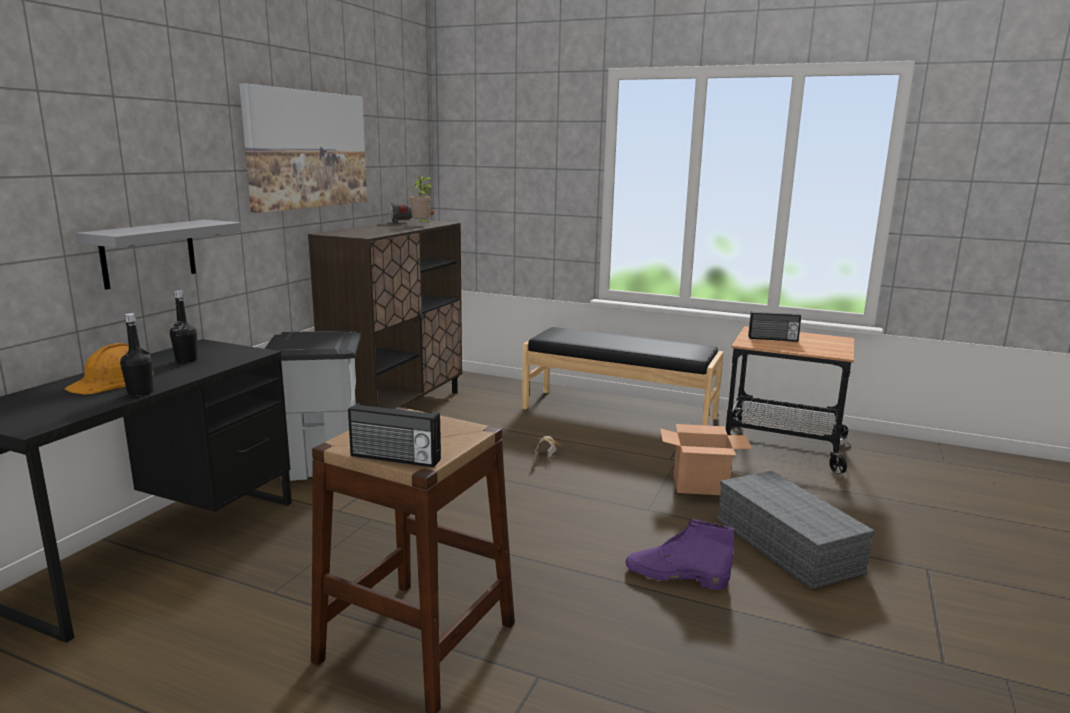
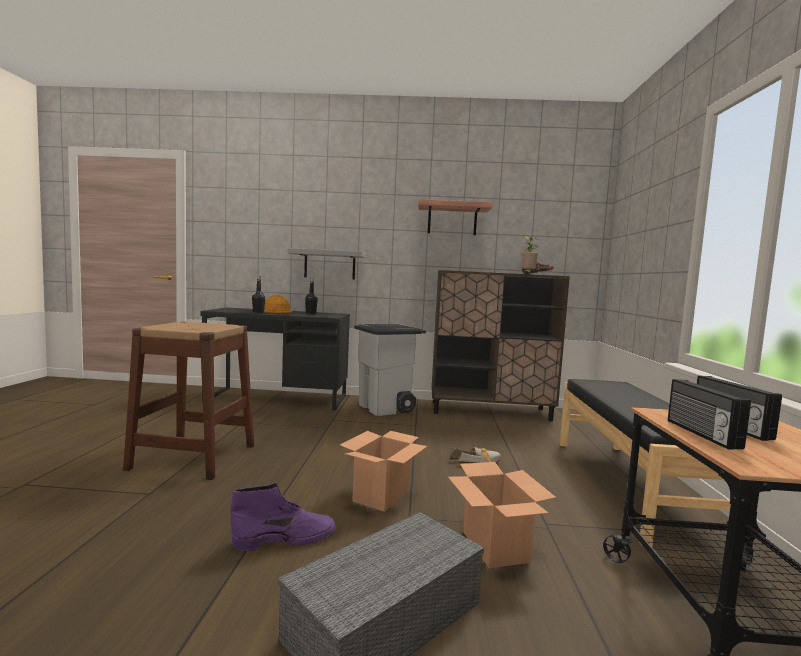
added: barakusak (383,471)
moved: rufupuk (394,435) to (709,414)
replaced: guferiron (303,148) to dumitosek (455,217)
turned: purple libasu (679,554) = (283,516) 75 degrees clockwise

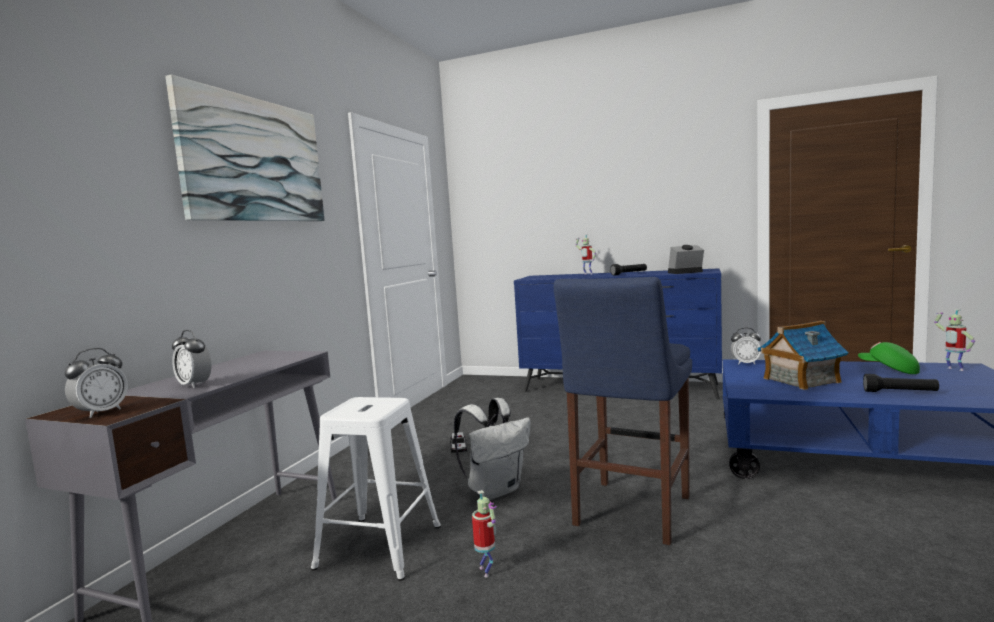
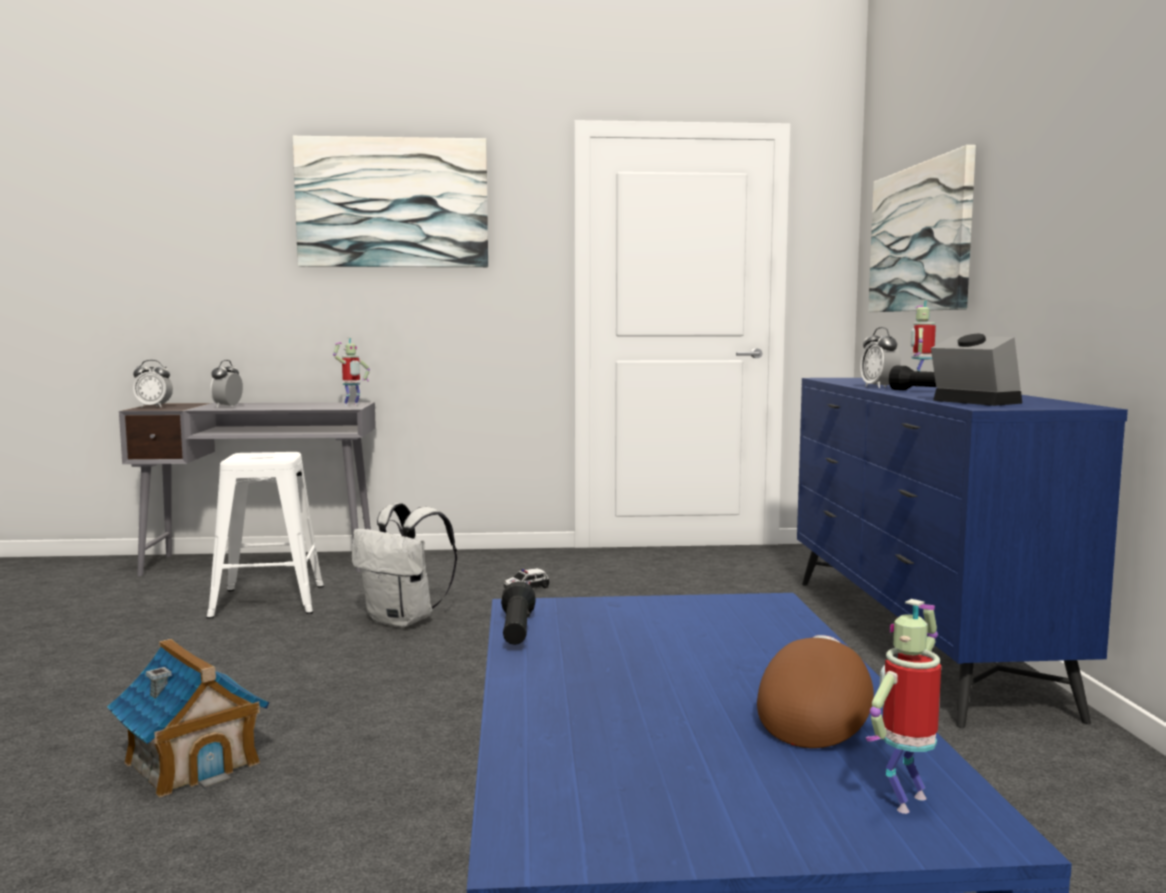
removed: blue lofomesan (623,411)
added: guferiron (922,228)
moved: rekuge (484,534) to (351,372); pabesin (746,346) to (880,357); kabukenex (803,355) to (188,718); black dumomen (901,383) to (518,613)
recoloured: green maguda (889,358) to brown maguda (815,691)

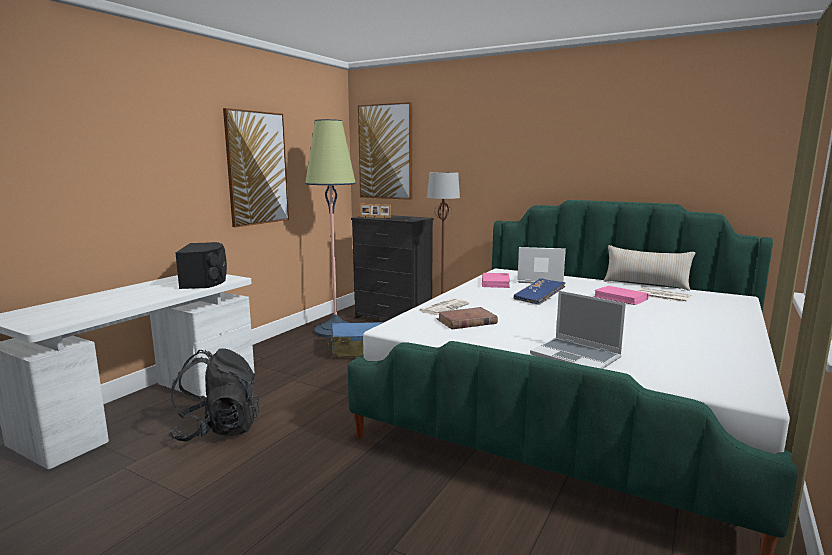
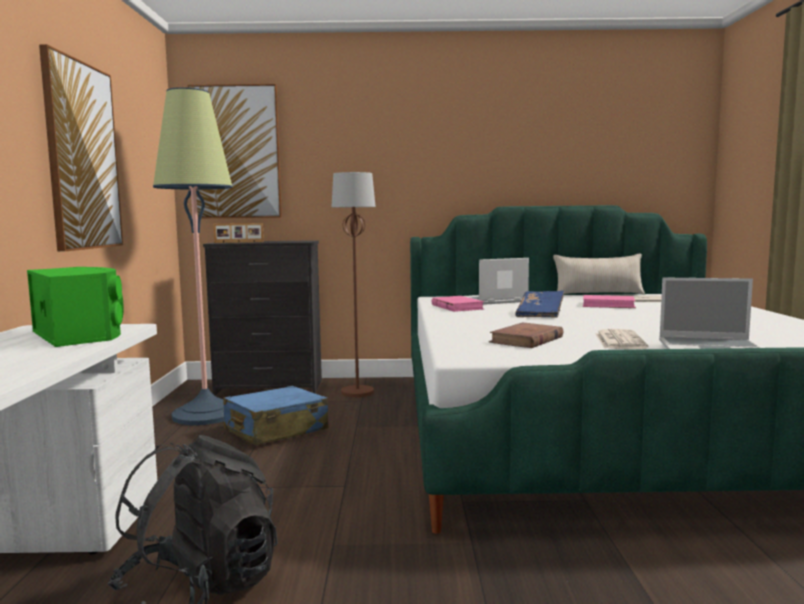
moved: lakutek (444,306) to (621,339)
recoloured: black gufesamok (201,265) to green gufesamok (75,307)

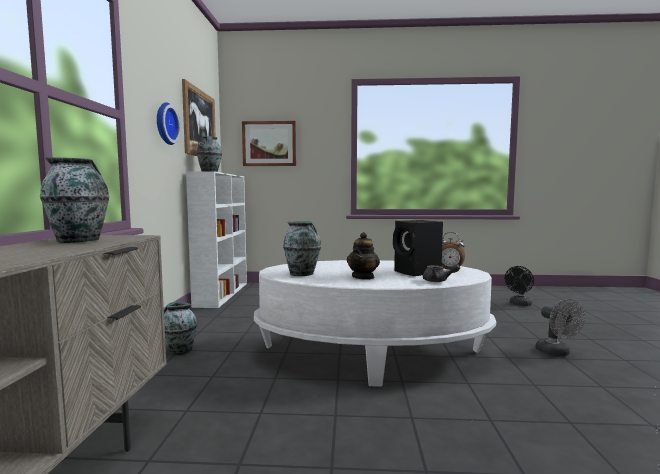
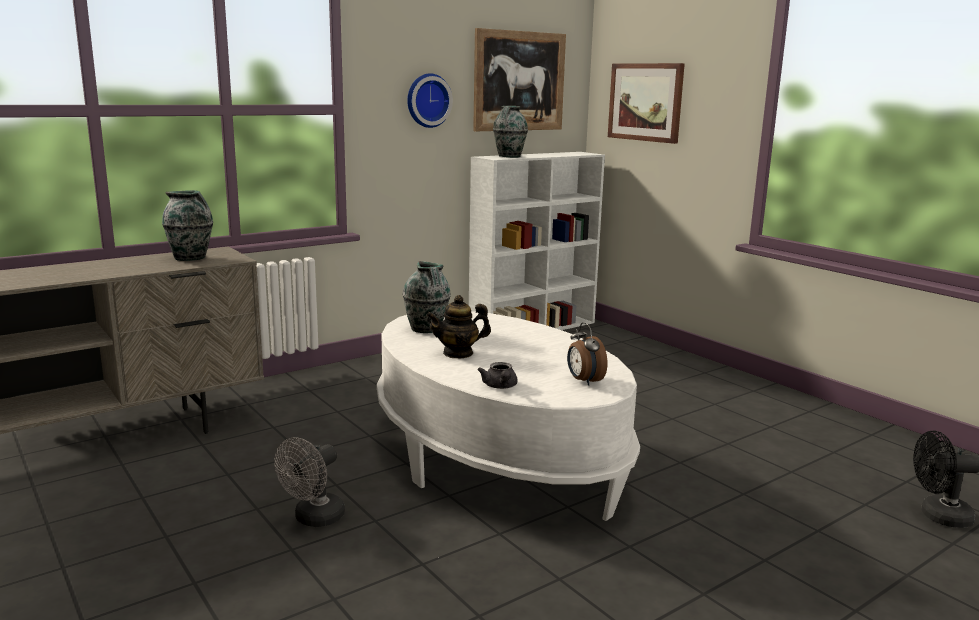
removed: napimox (180,328); black gufesamok (418,248)
moved: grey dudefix (560,327) to (309,482)

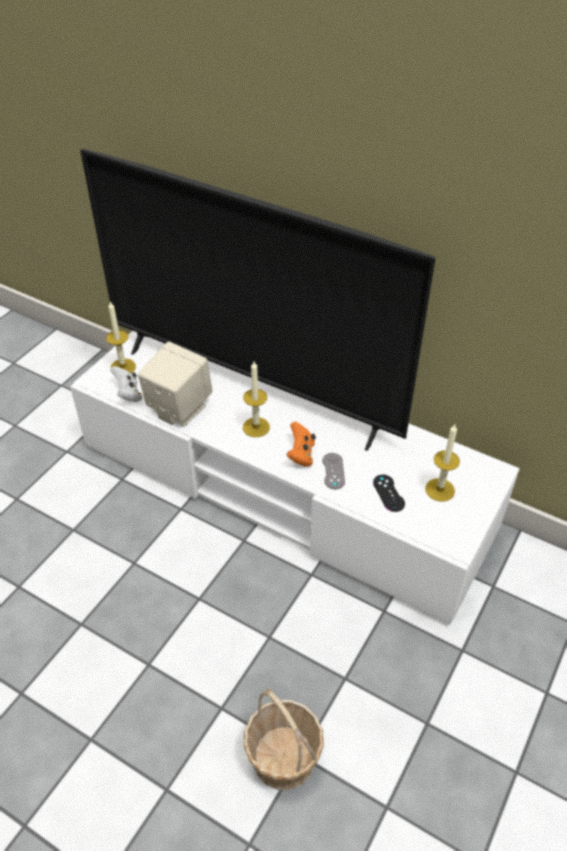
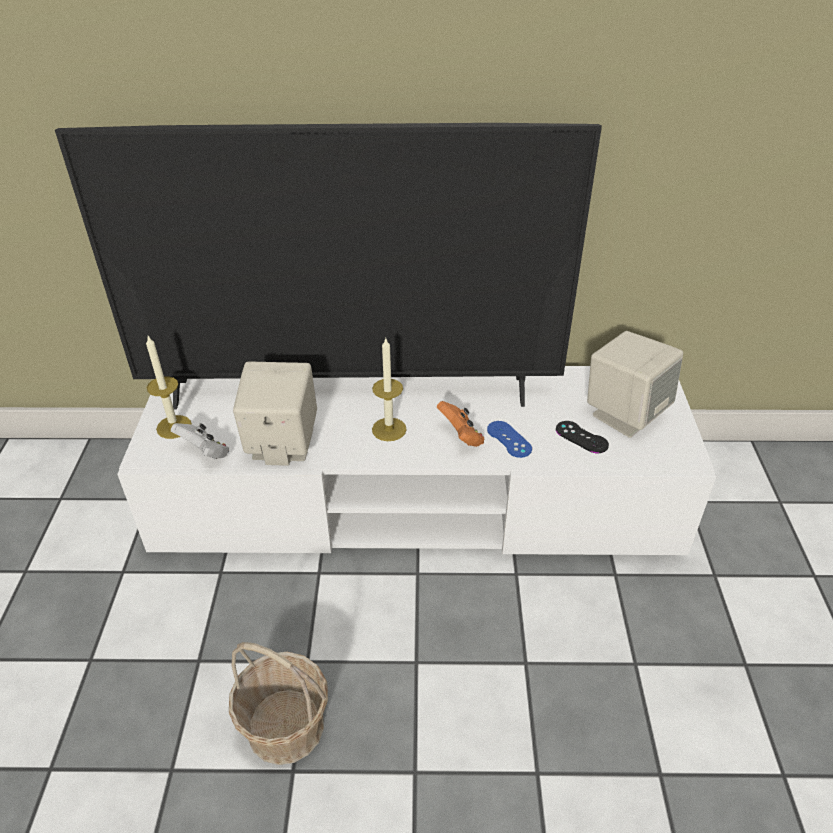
moved: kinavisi (284,739) to (278,703)
replaced: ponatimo (442,463) to beige gufesamok (635,384)
recoloured: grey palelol (333,471) to blue palelol (509,439)

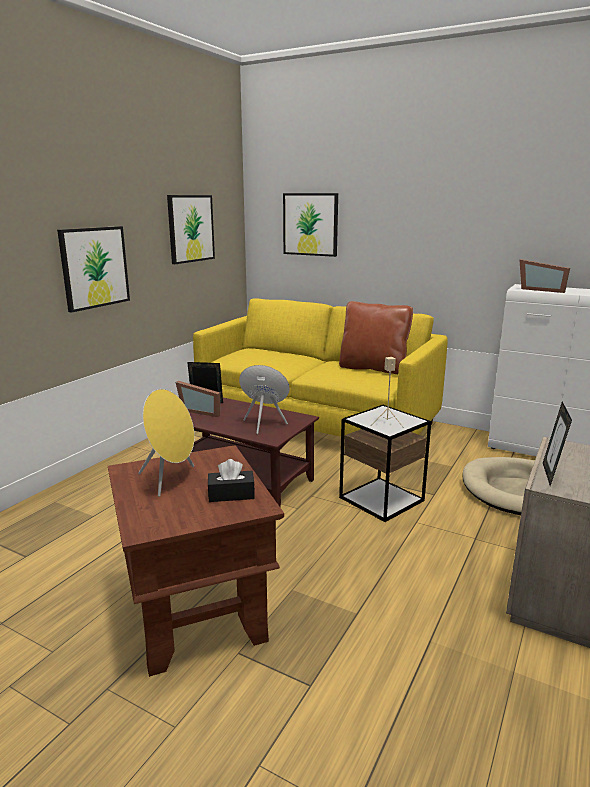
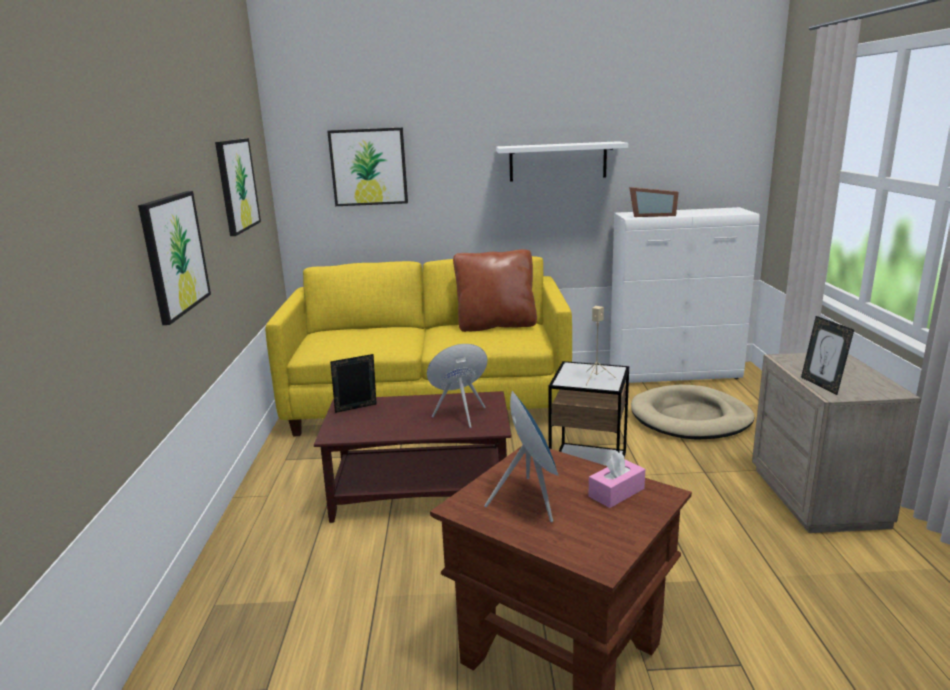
removed: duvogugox (197,399)
added: white dumitosek (562,161)
recoloured: yellow gufesamok (166,443) to blue gufesamok (521,456); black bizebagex (231,480) to pink bizebagex (617,479)

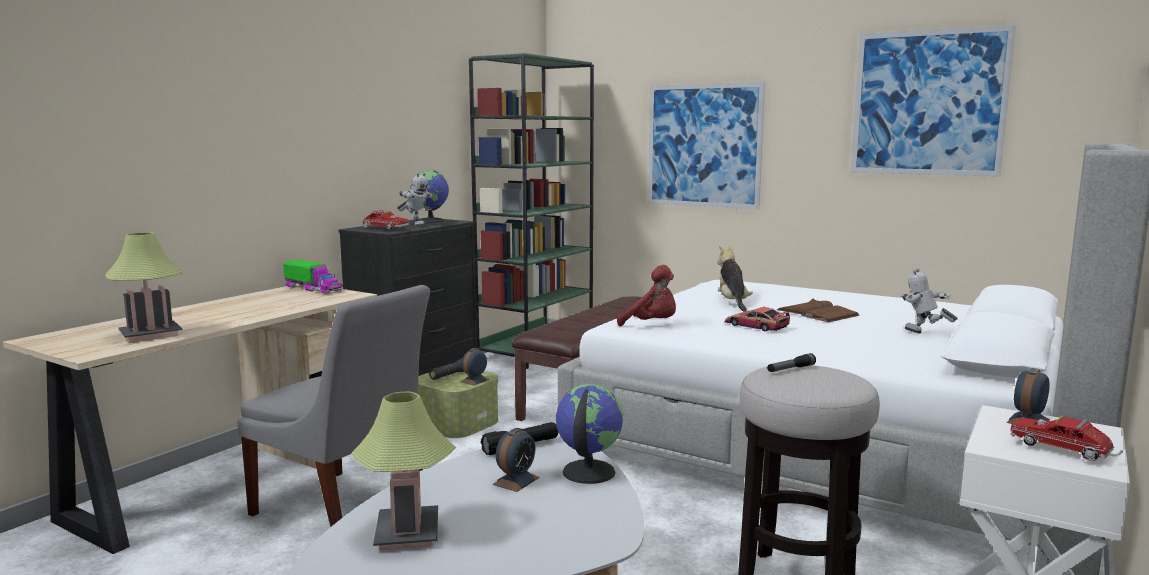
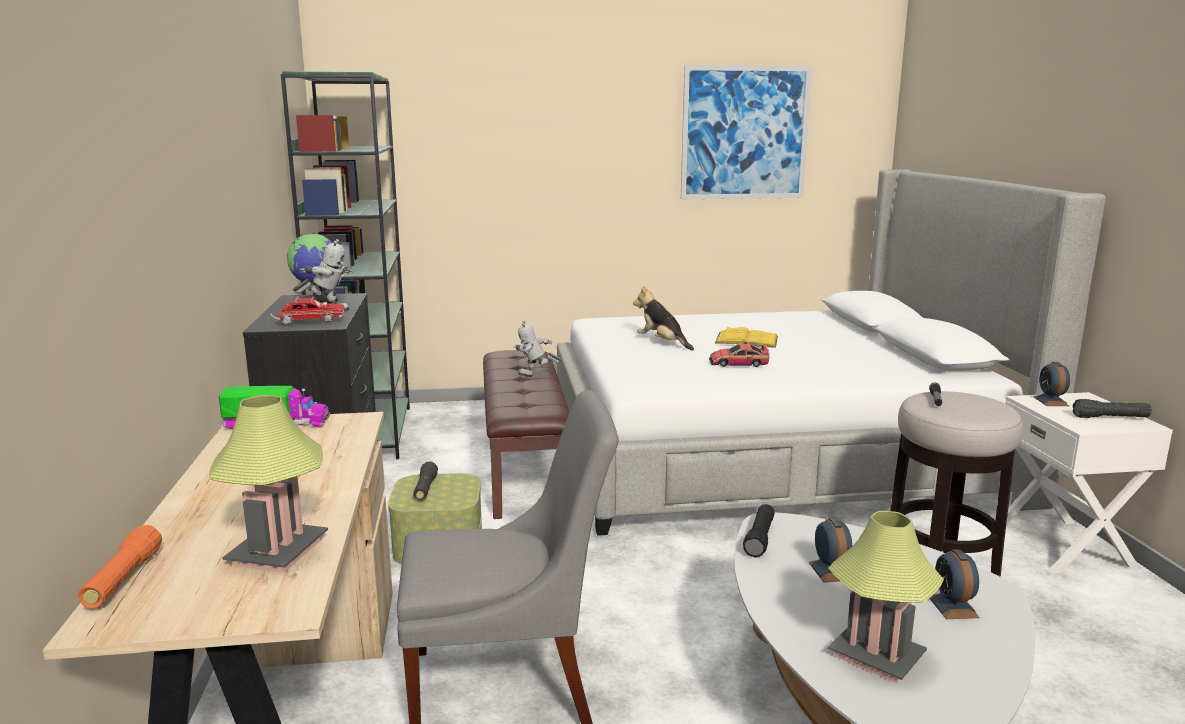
removed: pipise (589,434); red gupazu (646,295); guferiron (706,146)
added: orange dumomen (120,566)
moved: pabesin (475,367) to (954,584); rekuge (929,300) to (537,349)
replaced: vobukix (1066,438) to black dumomen (1112,408)
recoloured: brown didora (818,310) to yellow didora (746,337)

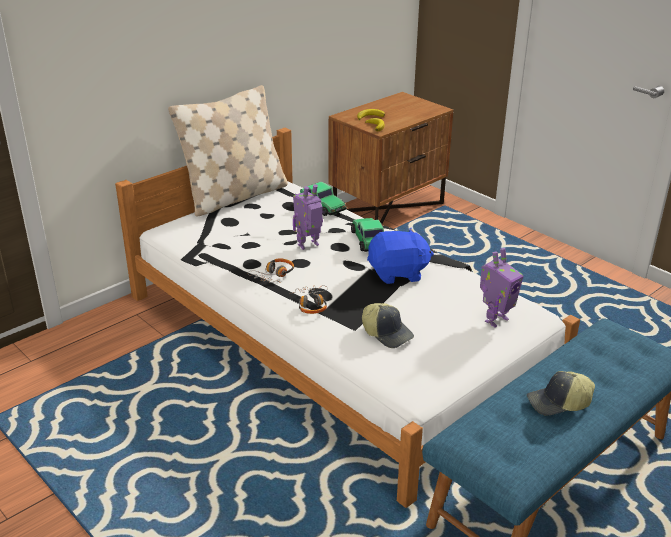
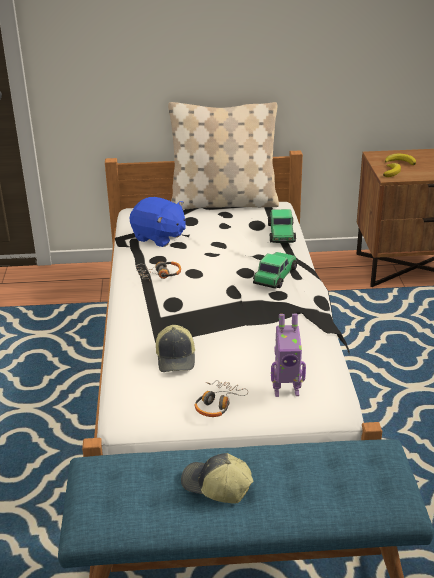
removed: rekuge (308,217)
moved: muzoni (308,299) to (221,398); blue gupazu (400,256) to (158,222)

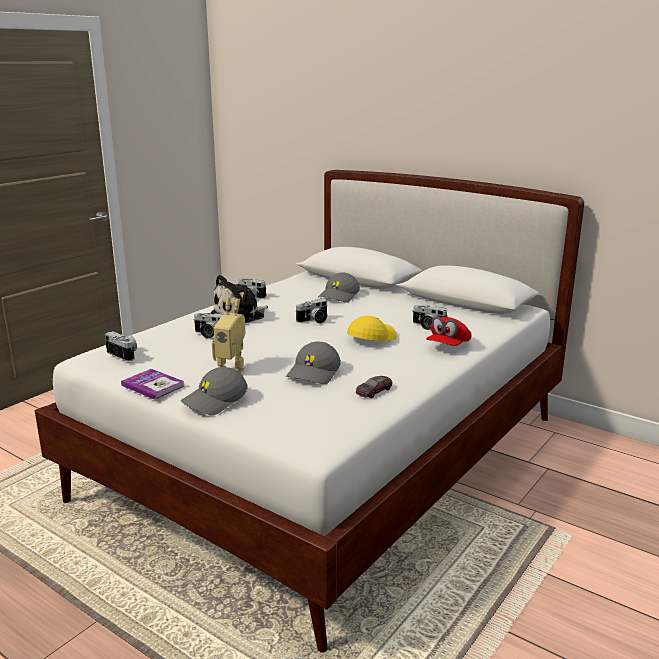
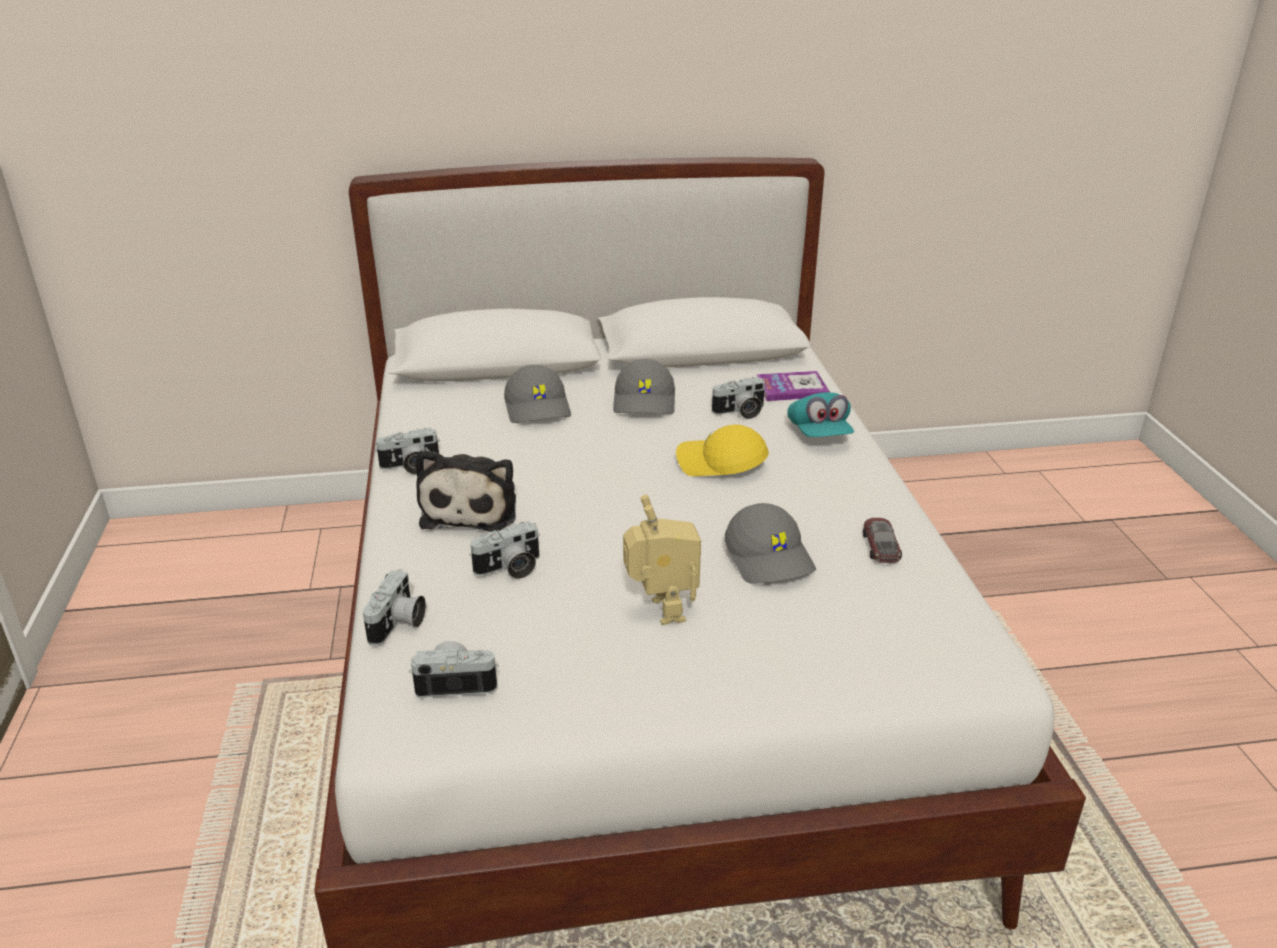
moved: didora (152,384) to (793,386); grey maguda (214,391) to (644,386); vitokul (311,311) to (394,607)
recoloured: red maguda (449,331) to turquoise maguda (820,414)
turned: rekuge (229,335) = (662,560) 75 degrees counterclockwise; yellow maguda (372,328) = (722,450) 60 degrees counterclockwise

